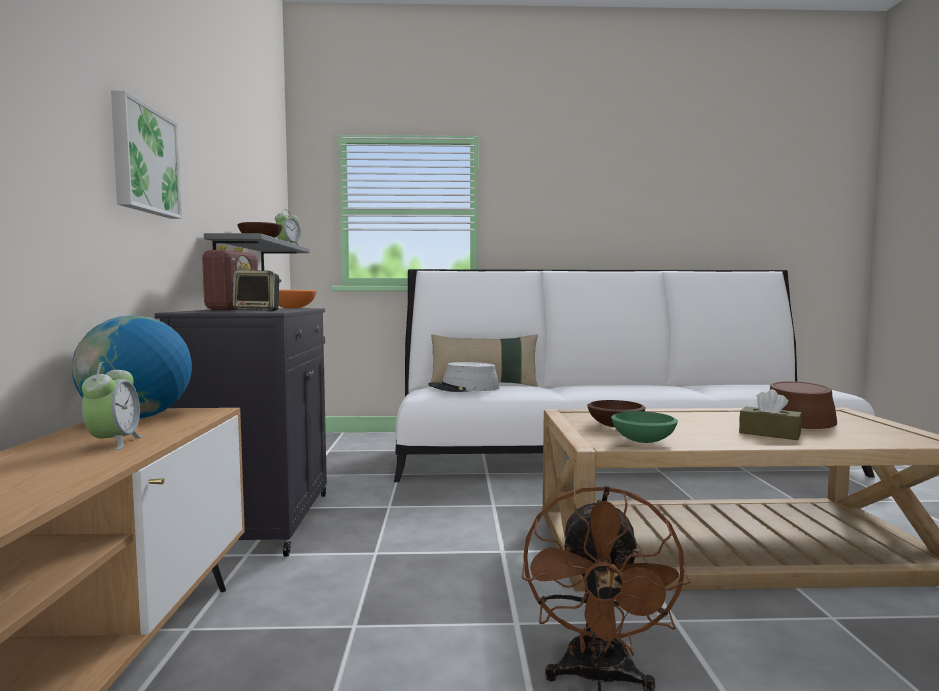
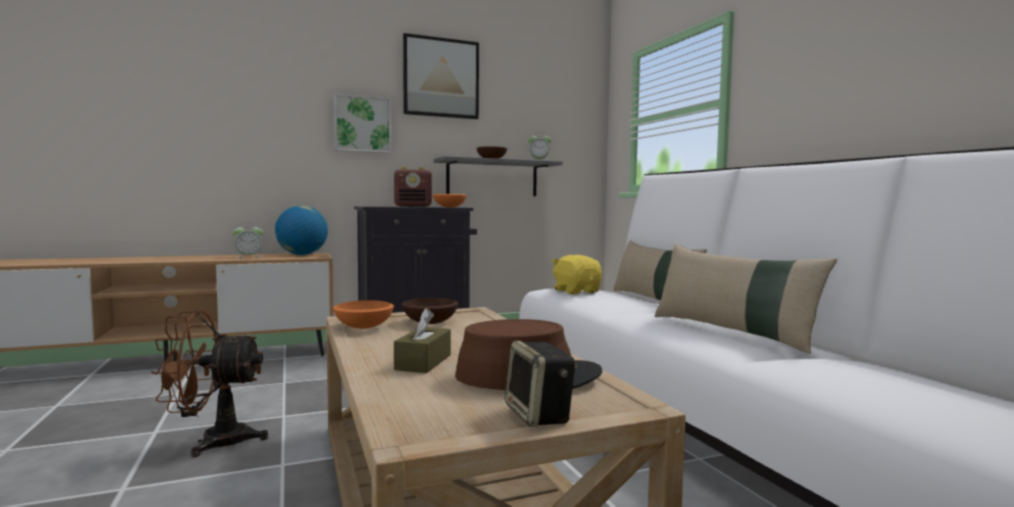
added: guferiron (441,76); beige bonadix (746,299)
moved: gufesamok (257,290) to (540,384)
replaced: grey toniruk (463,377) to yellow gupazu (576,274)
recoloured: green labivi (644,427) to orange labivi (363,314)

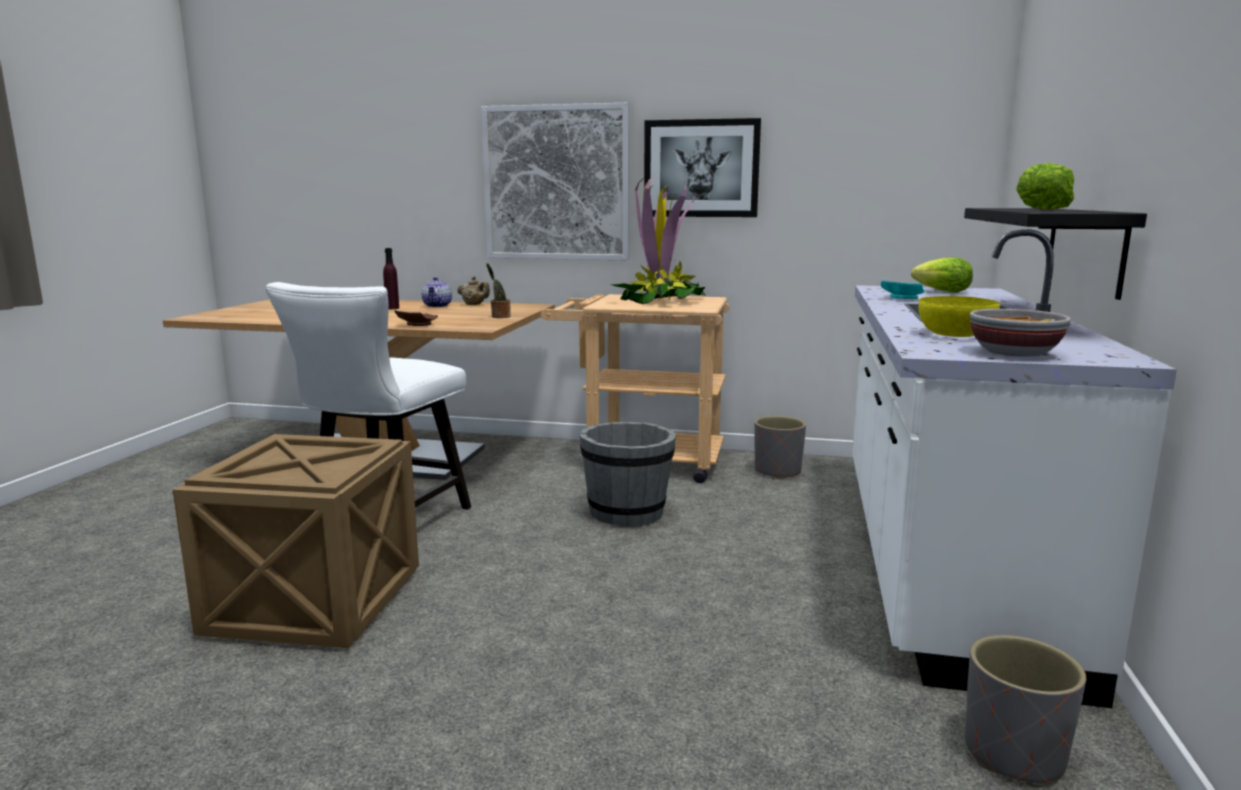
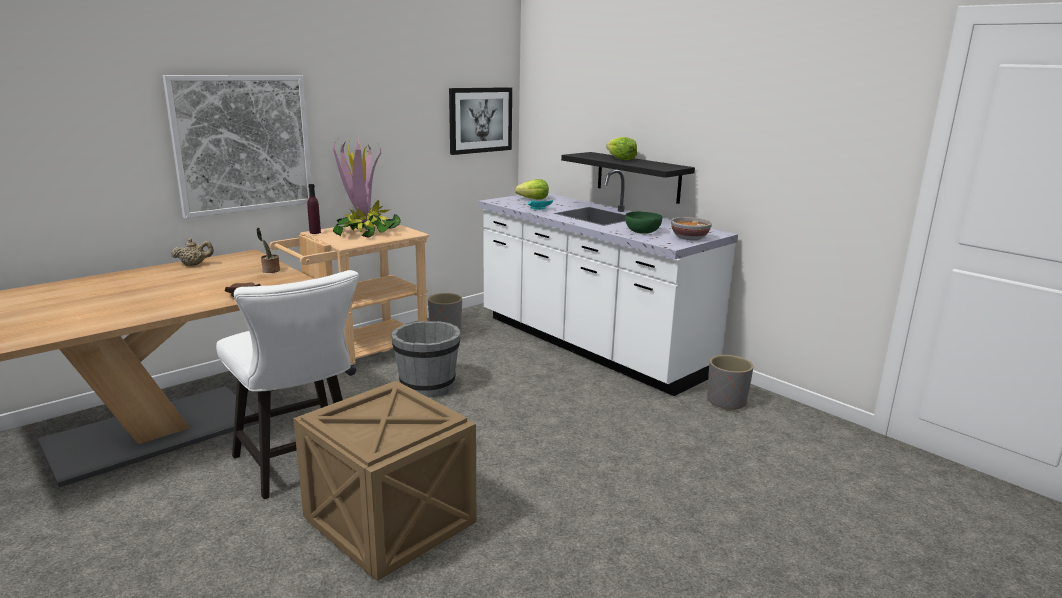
removed: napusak (437,292)
moved: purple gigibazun (391,278) to (314,209); guferiron (702,167) to (480,121)
recoloured: yellow labivi (959,316) to green labivi (643,223)

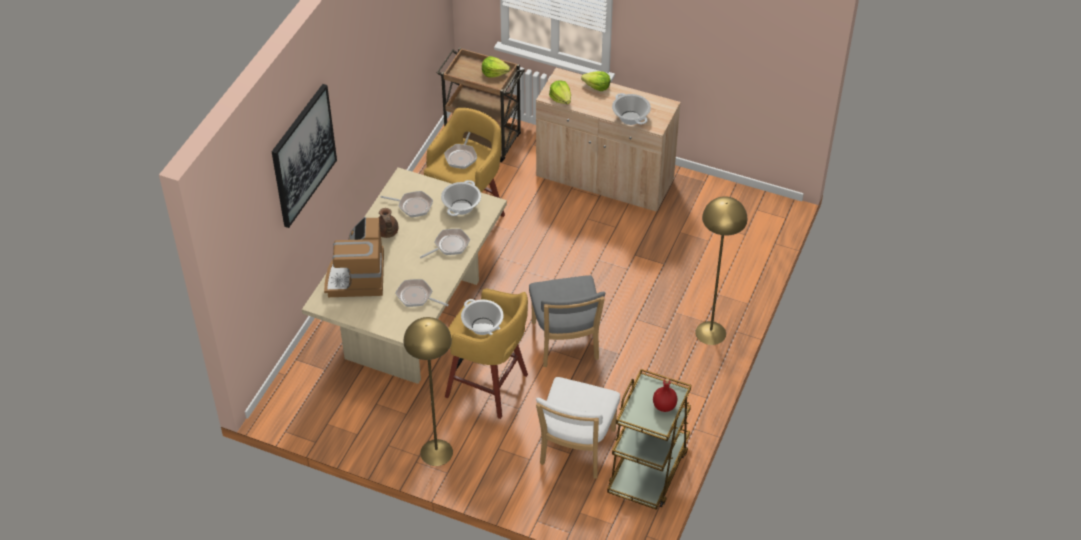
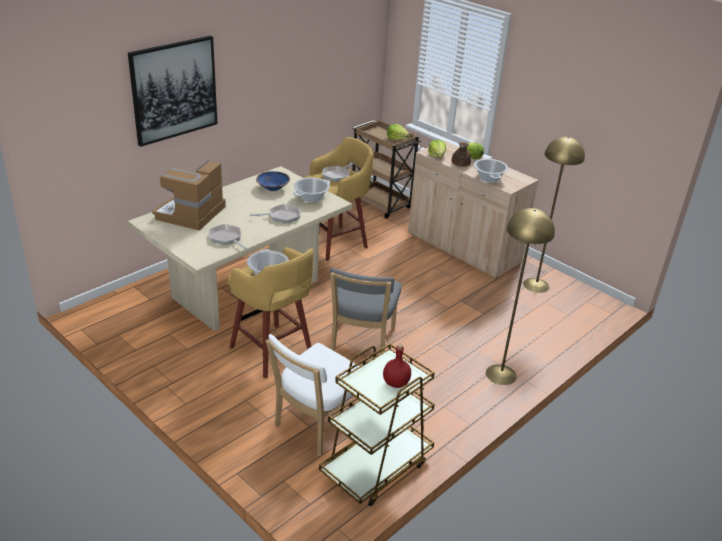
moved: brown napusak (388,223) to (461,154); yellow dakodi (428,391) to (554,215)
replaced: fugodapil (407,204) to blue labivi (273,181)

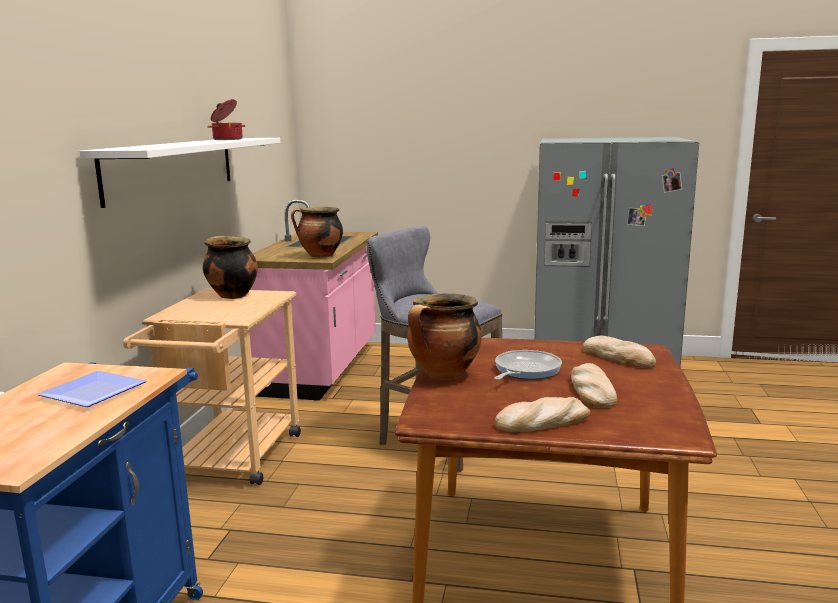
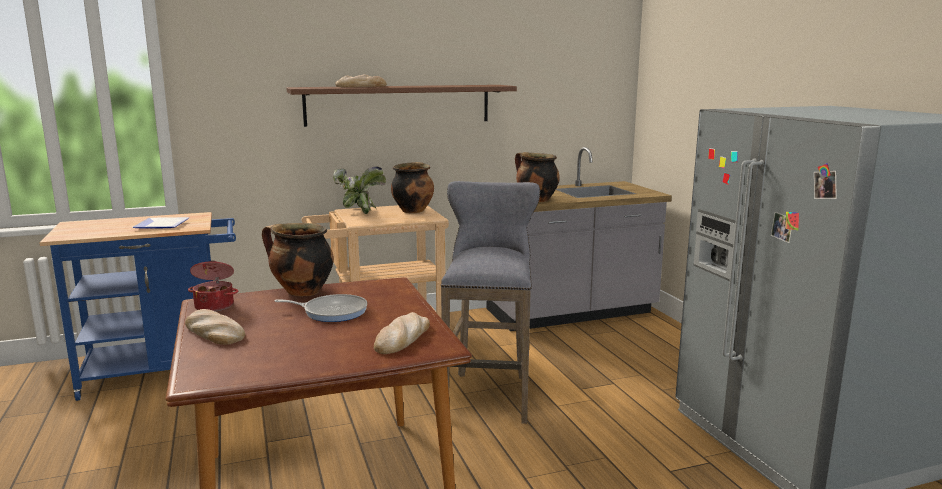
added: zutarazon (359,190)
moved: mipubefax (226,119) to (213,286); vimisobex (594,385) to (361,81)
recoloured: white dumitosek (179,173) to brown dumitosek (401,106); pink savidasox (314,299) to grey savidasox (579,239)

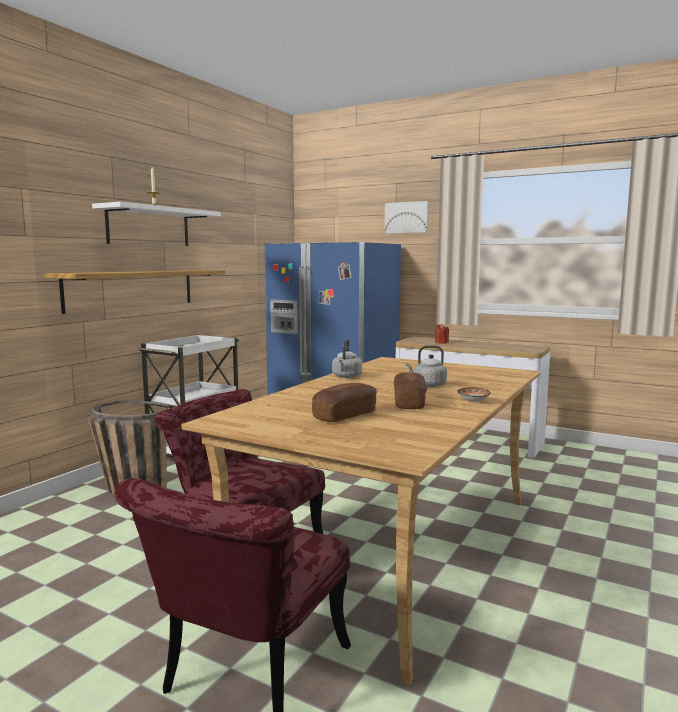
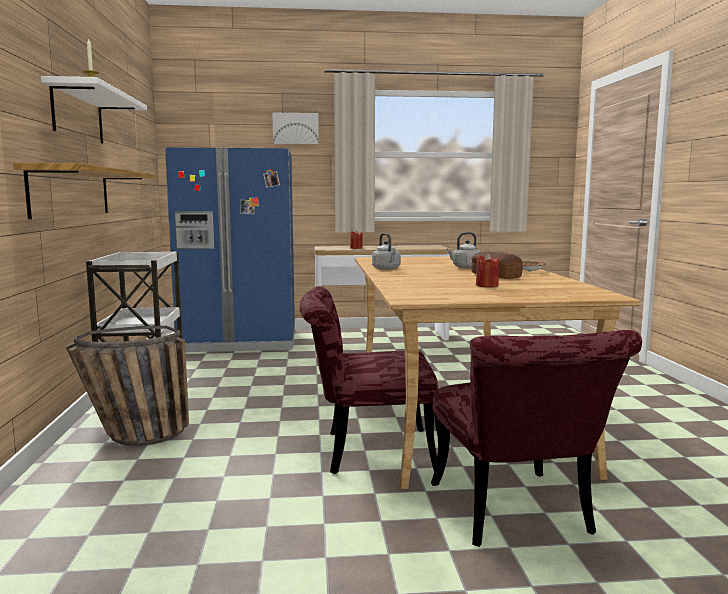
replaced: vimisobex (344,402) to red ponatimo (487,270)

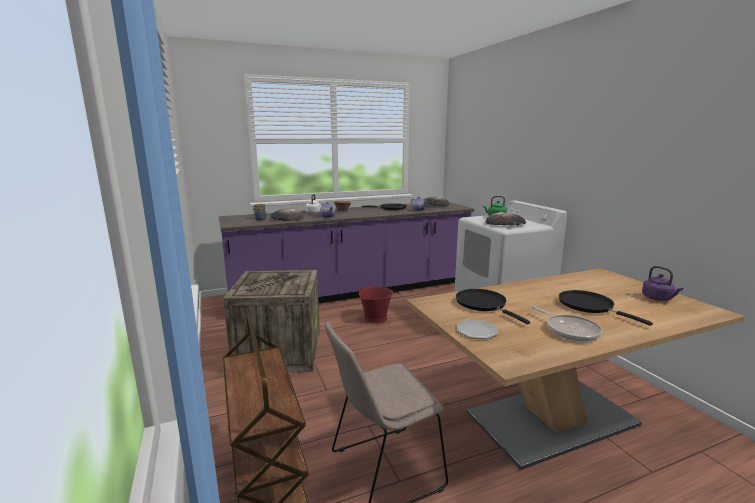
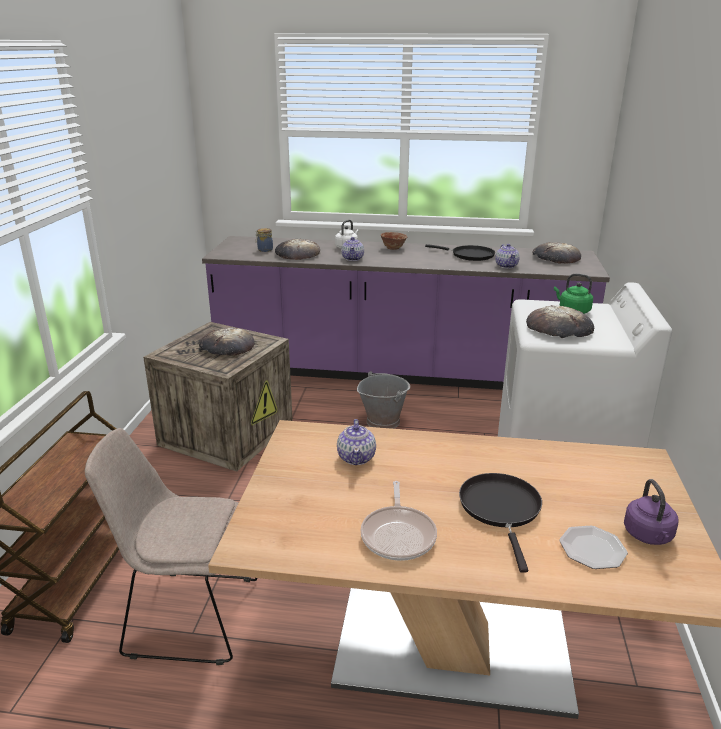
added: vimisobex (227,342)
moved: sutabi (477,329) to (593,547)
replaced: black fugodapil (493,306) to napusak (356,442)
recoloured: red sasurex (376,305) to grey sasurex (383,400)

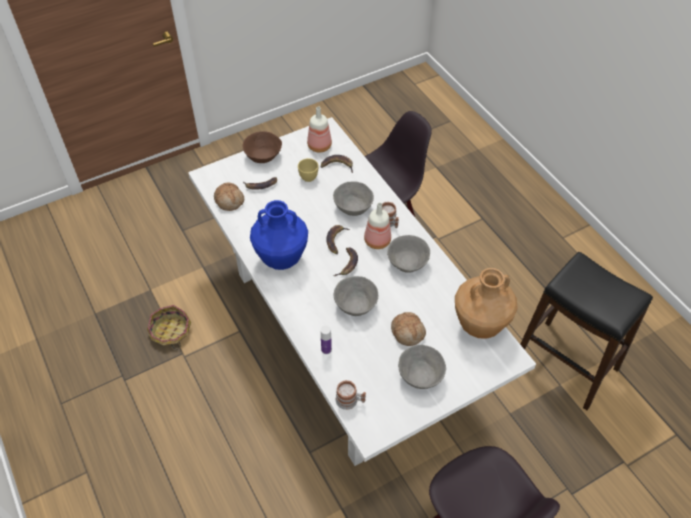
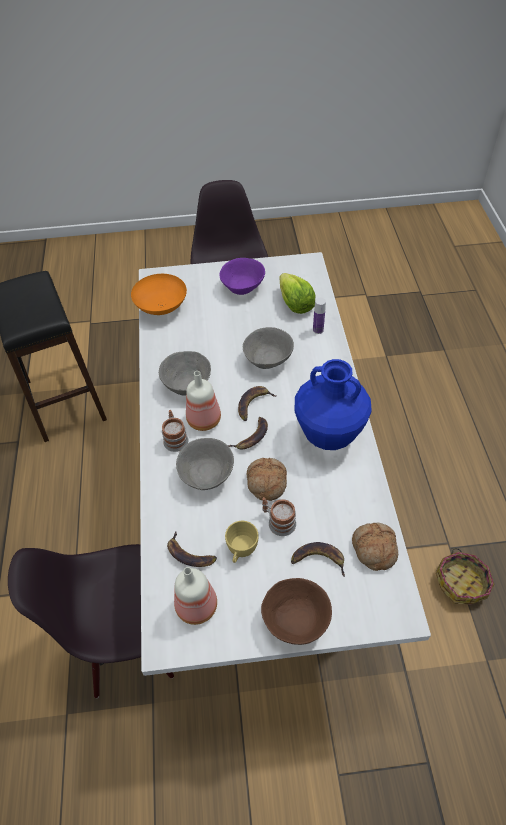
added: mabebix (297,293)
moved: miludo (350,395) to (279,516); vimisobex (408,329) to (267,479)
replaced: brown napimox (486,303) to orange labivi (159,294)
recoloured: grey labivi (422,367) to purple labivi (242,276)

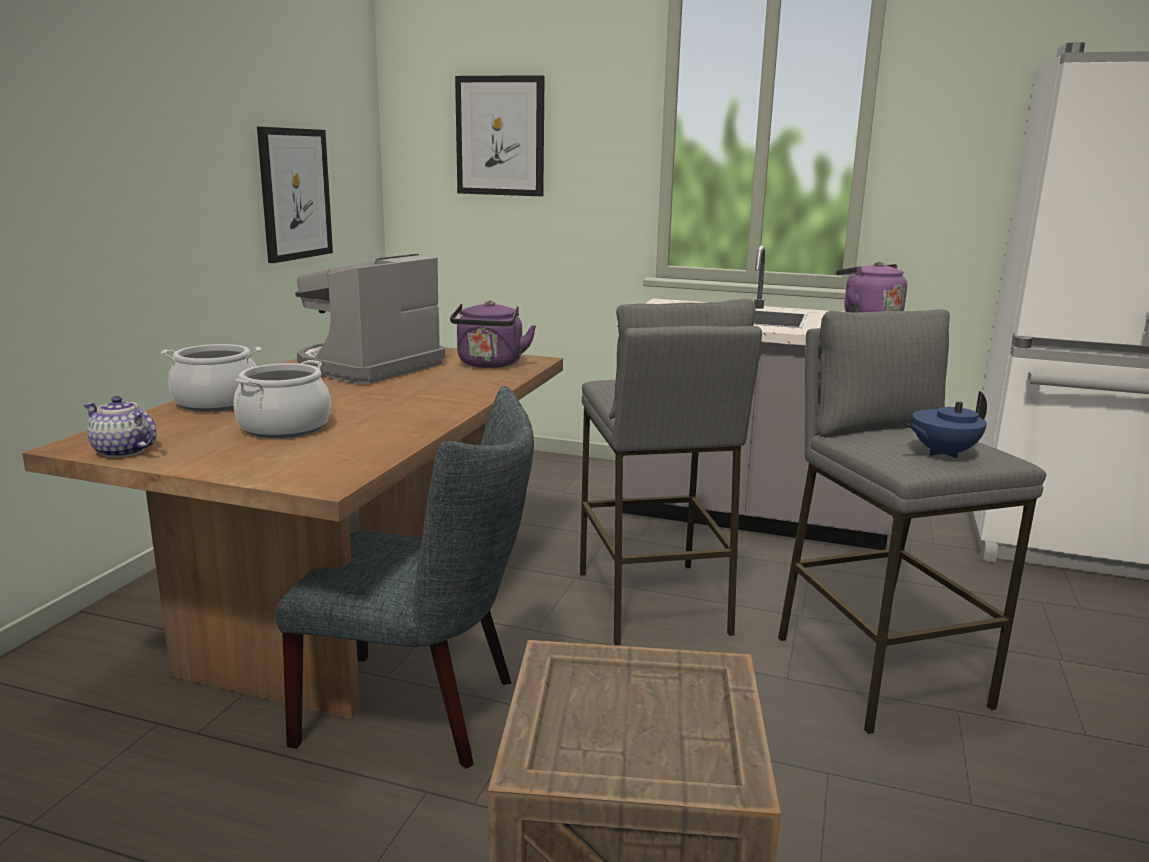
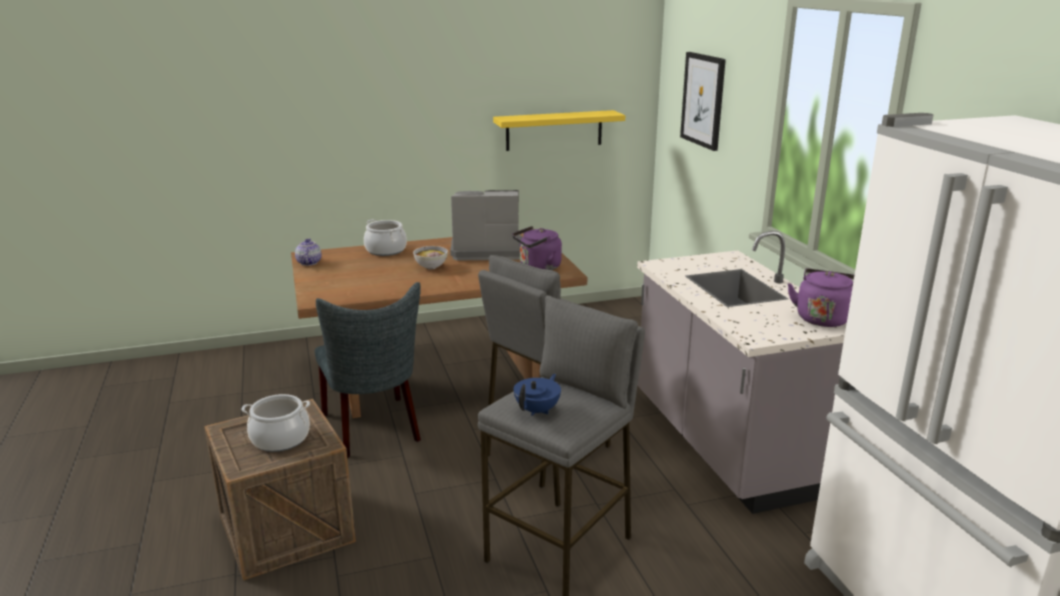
added: labivi (430,257)
moved: mipubefax (282,399) to (275,423)
replaced: guferiron (295,195) to yellow dumitosek (559,130)
turned: blue napusak (947,424) = (537,395) 90 degrees clockwise

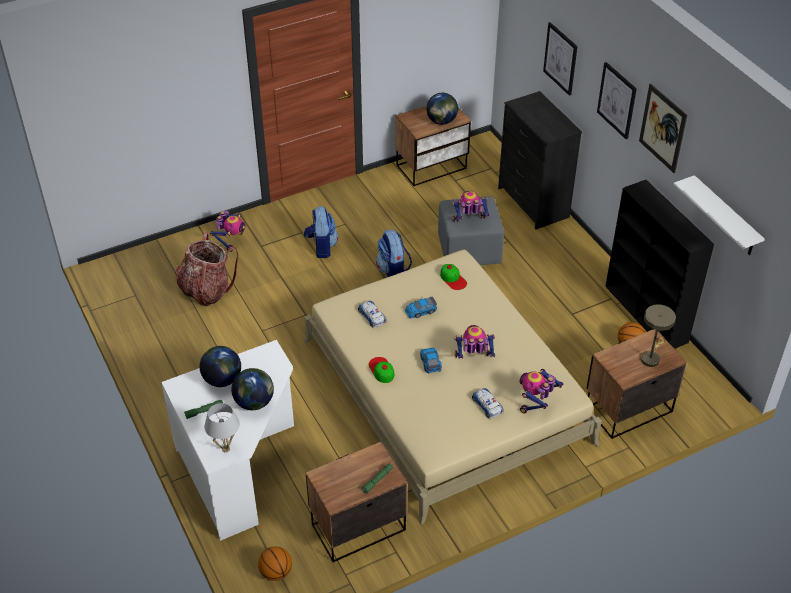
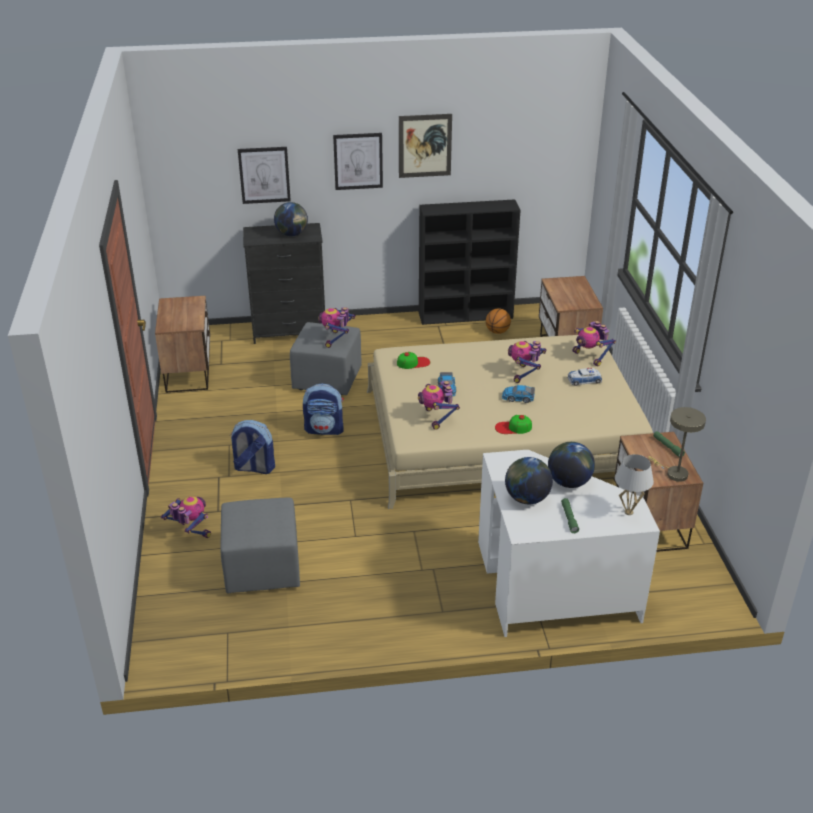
removed: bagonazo (275,563); white dumitosek (719,215)
moved: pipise (442,109) to (291,219); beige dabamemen (658,335) to (677,444)
replaced: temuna (206,269) to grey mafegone (260,545); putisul (372,314) to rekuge (439,405)

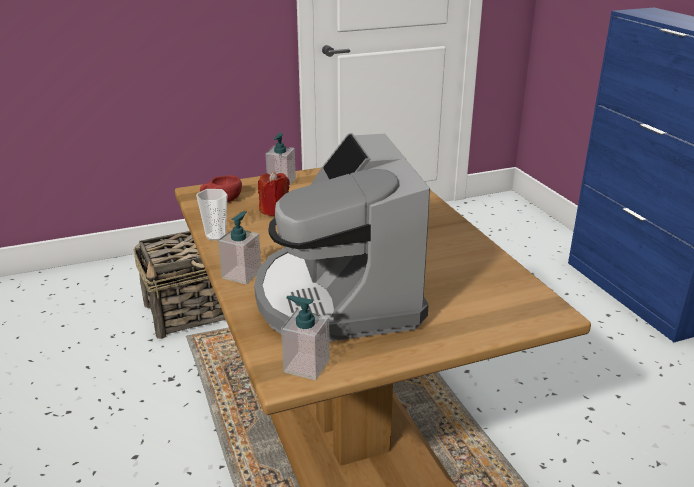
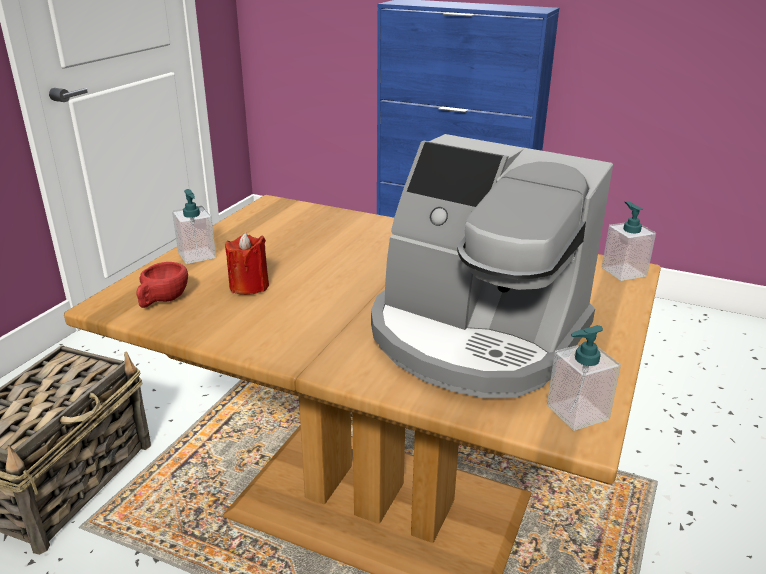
removed: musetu (211,215)
moved: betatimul (239,248) to (629,241)

